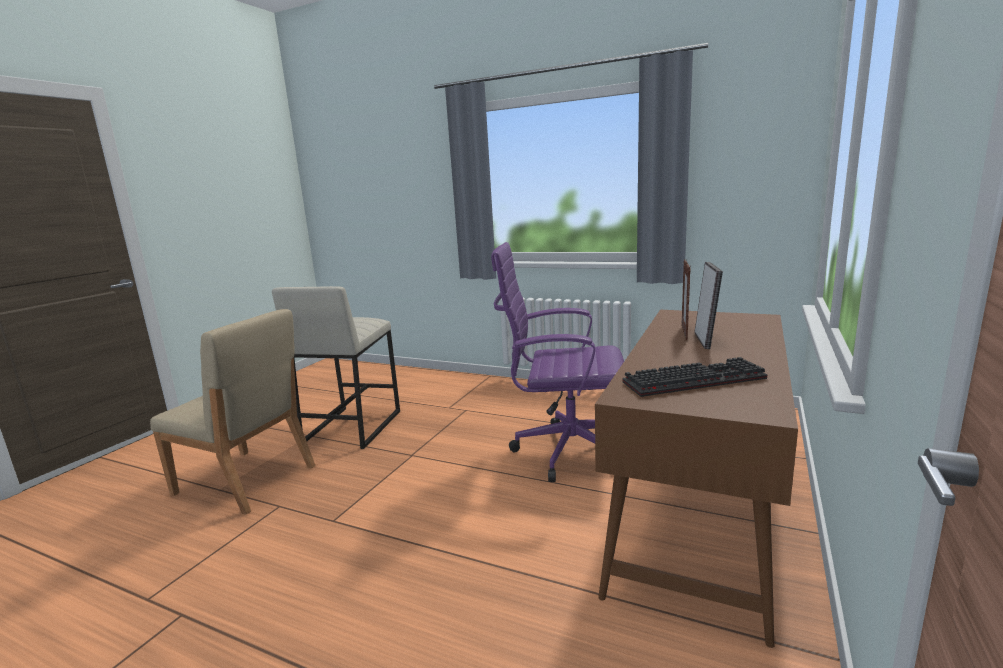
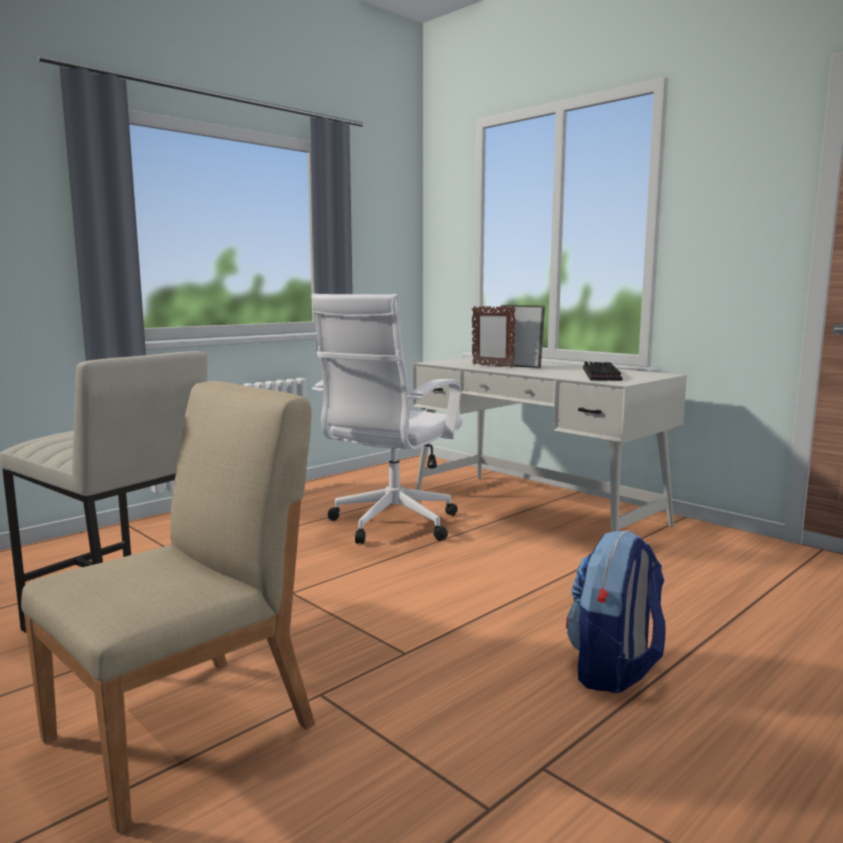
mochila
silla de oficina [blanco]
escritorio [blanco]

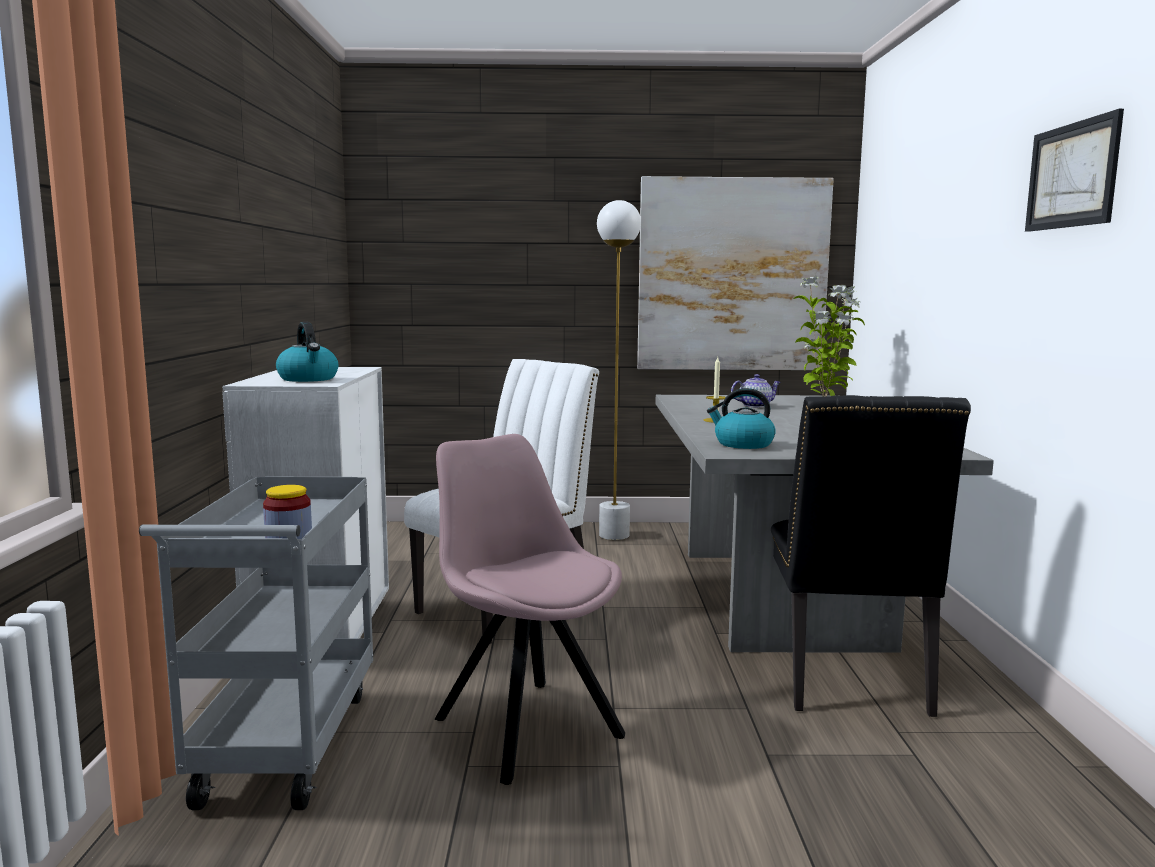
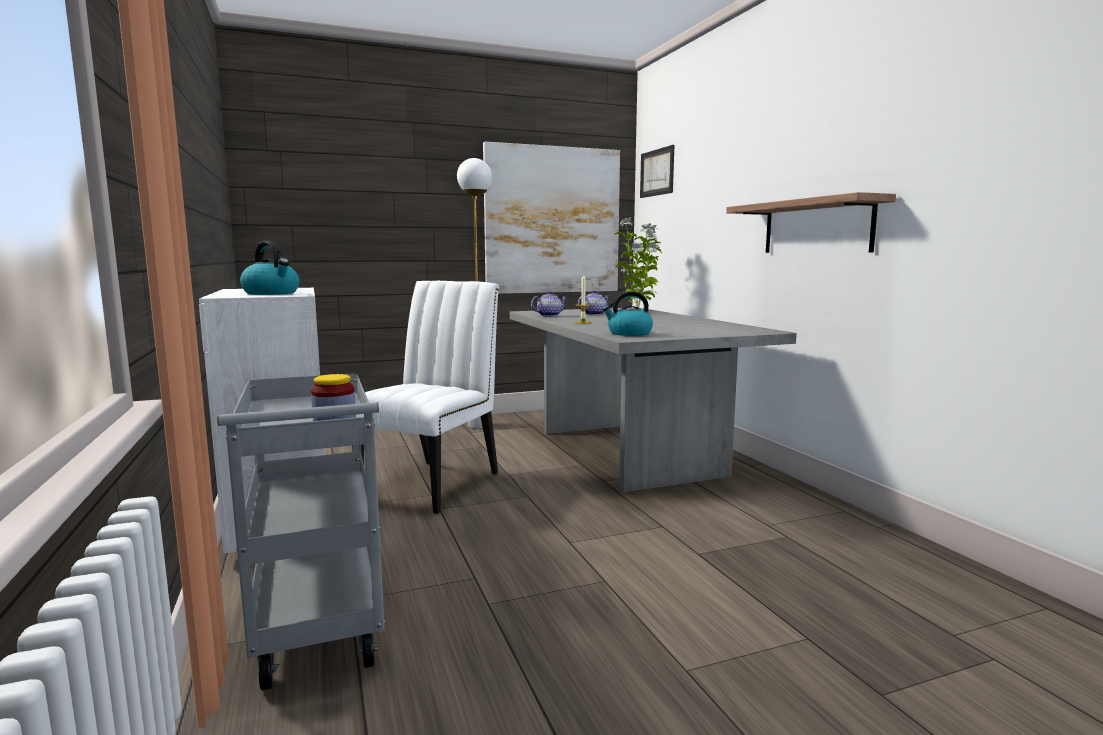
silla [rosa]
silla [negro]
tetera (1st from left)
estante
cuadro (2nd from left)

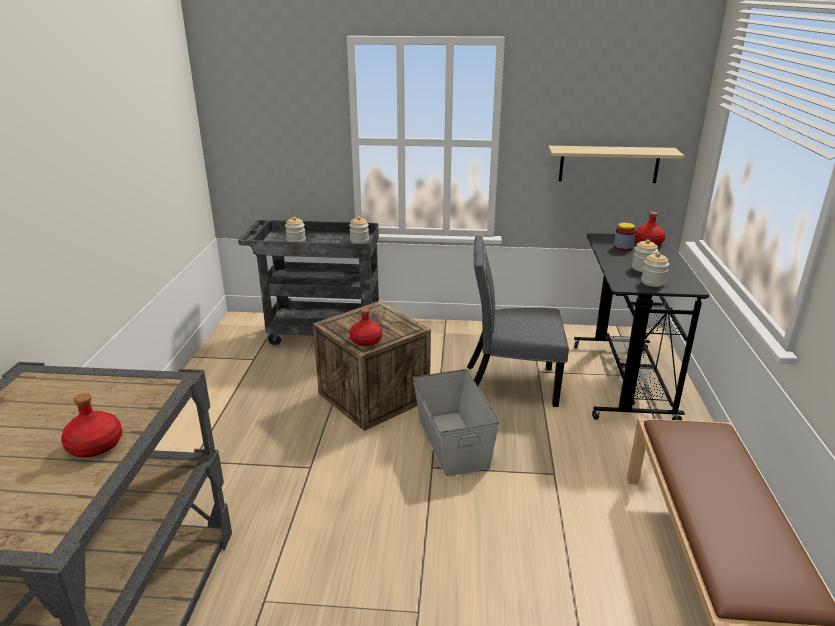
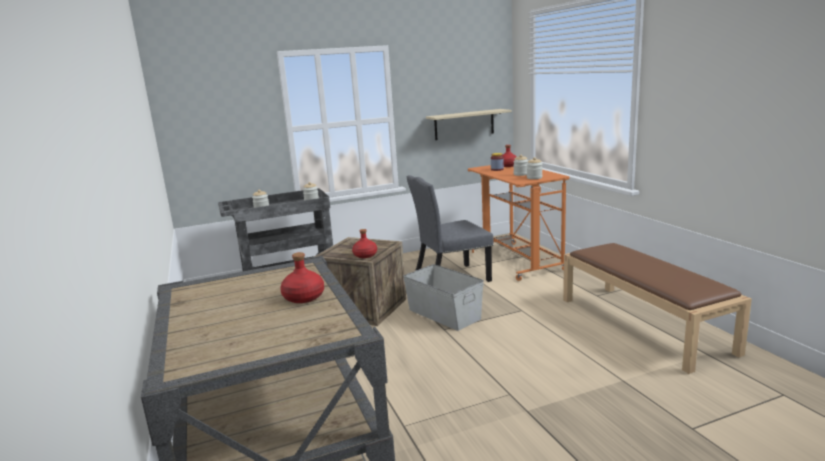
escritorio [naranja]

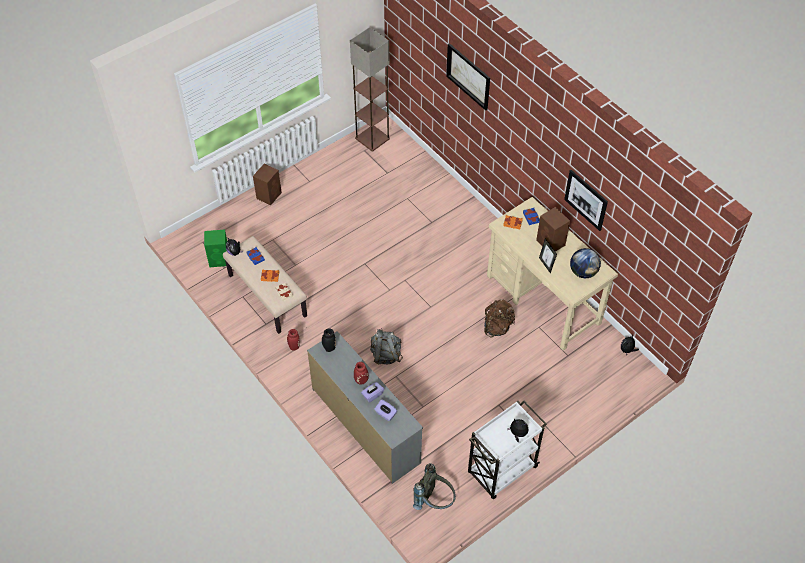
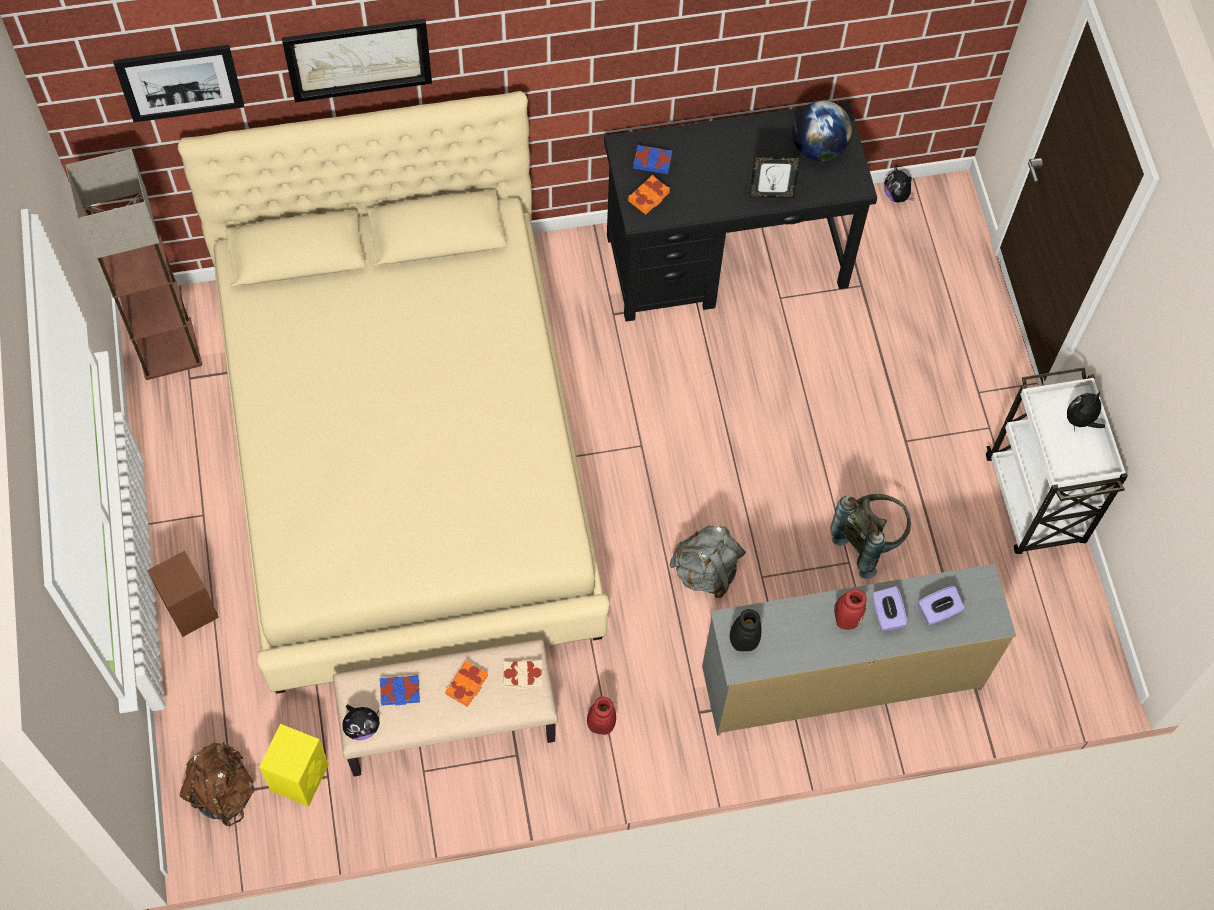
altavoz [marrón] (2nd from left in the first image)
cama [beis]
mochila [gris] (2nd from left)
mochila [marrón]
cuadro (1st from left)
altavoz [amarillo]
escritorio [negro]

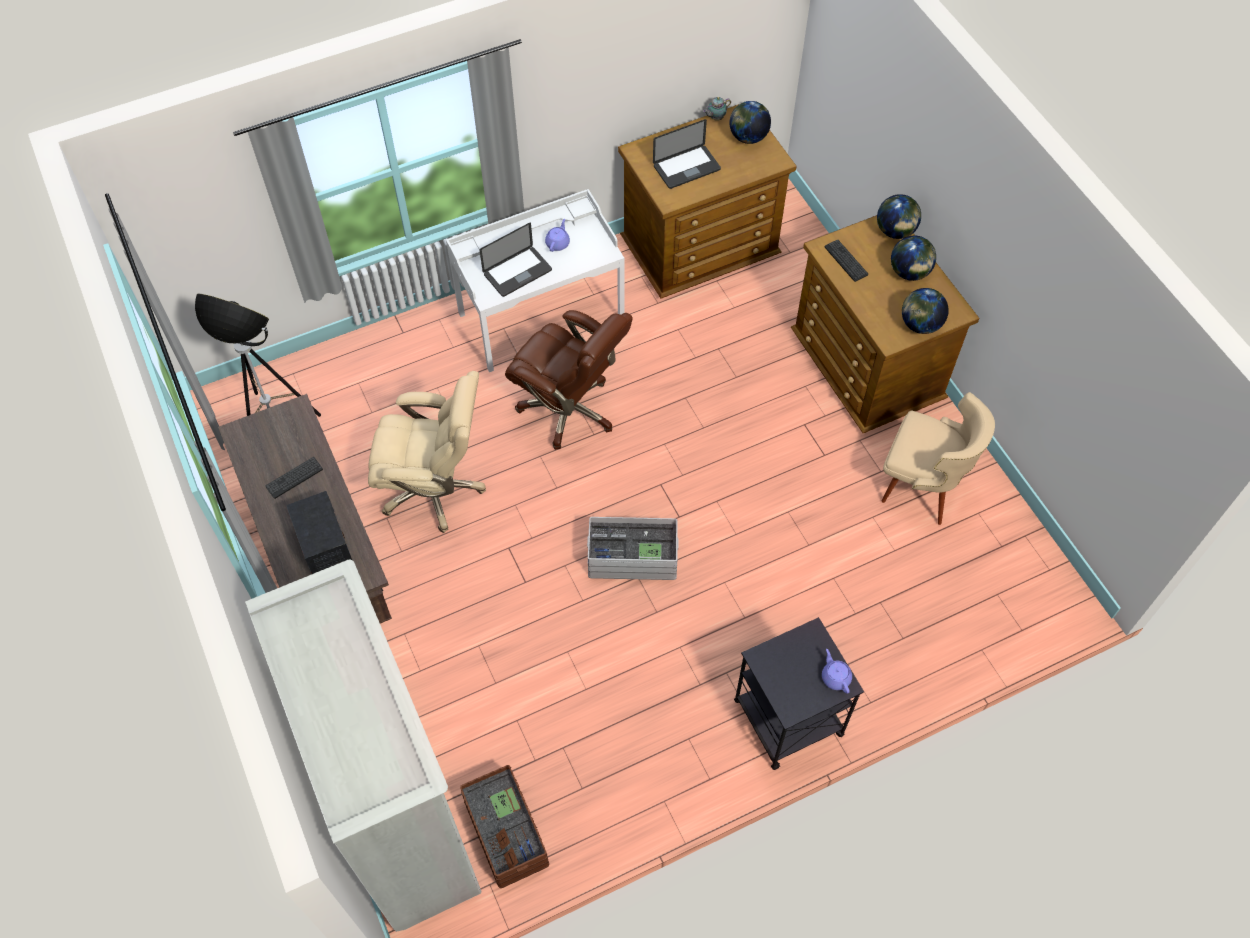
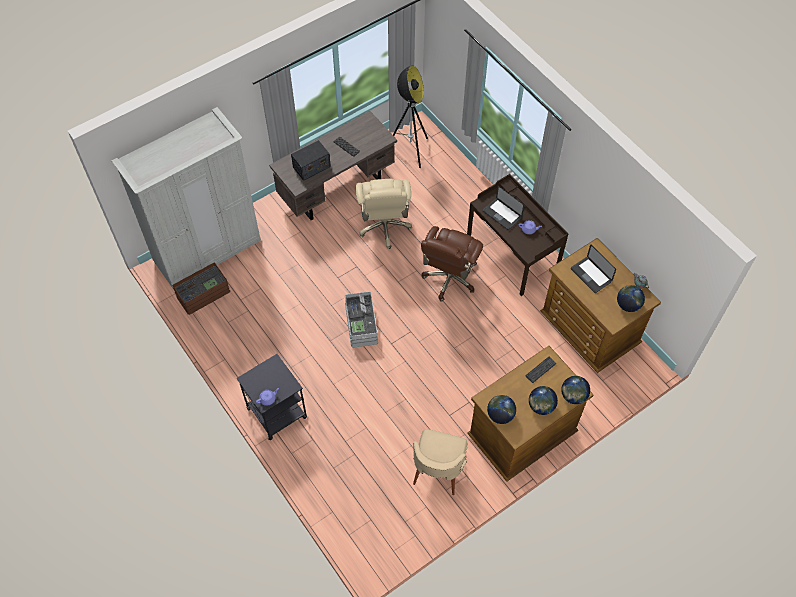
escritorio [marrón] (2nd from left)

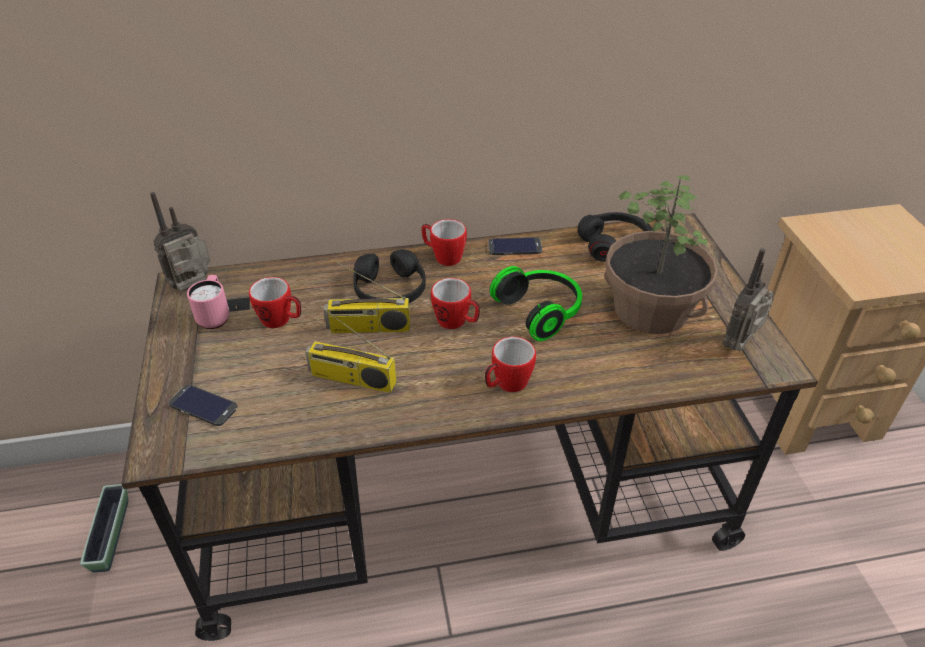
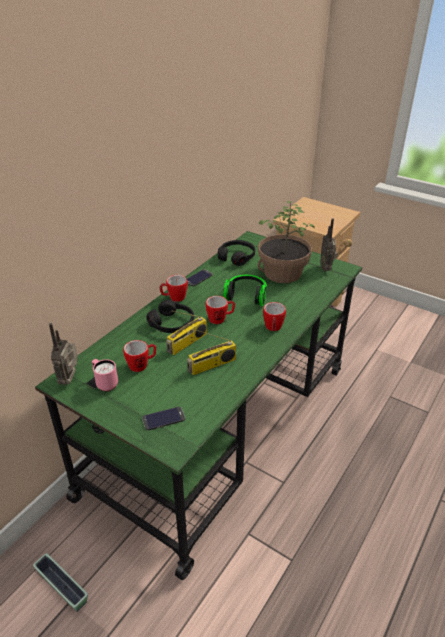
escritorio [verde]

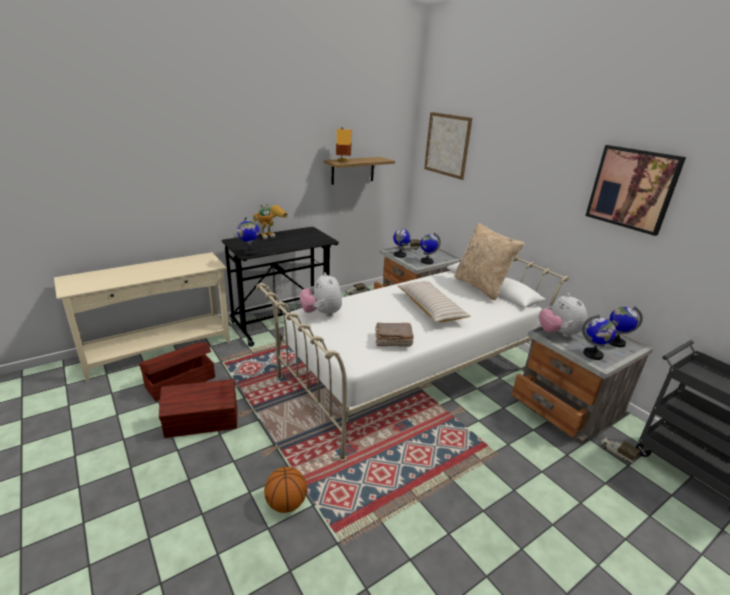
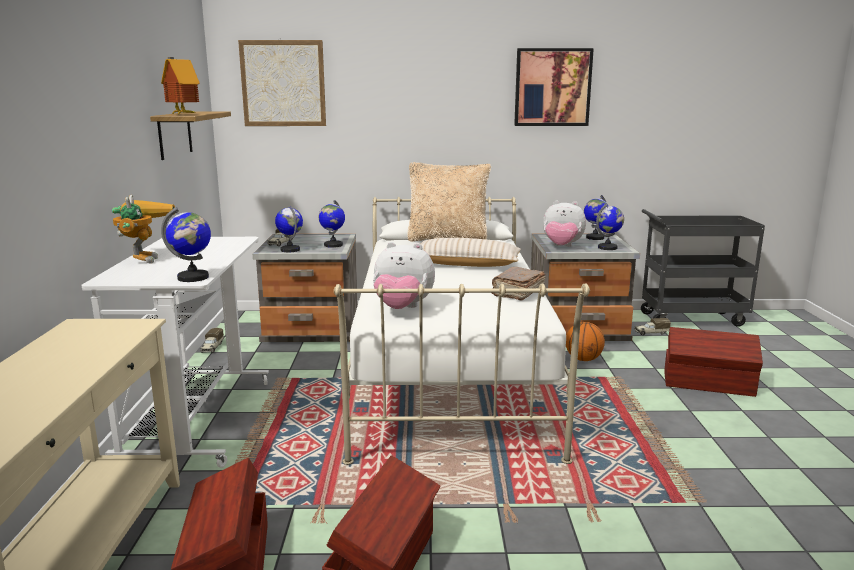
caja de almacenaje [marrón] (3rd from left)
balón de baloncesto
escritorio [blanco]

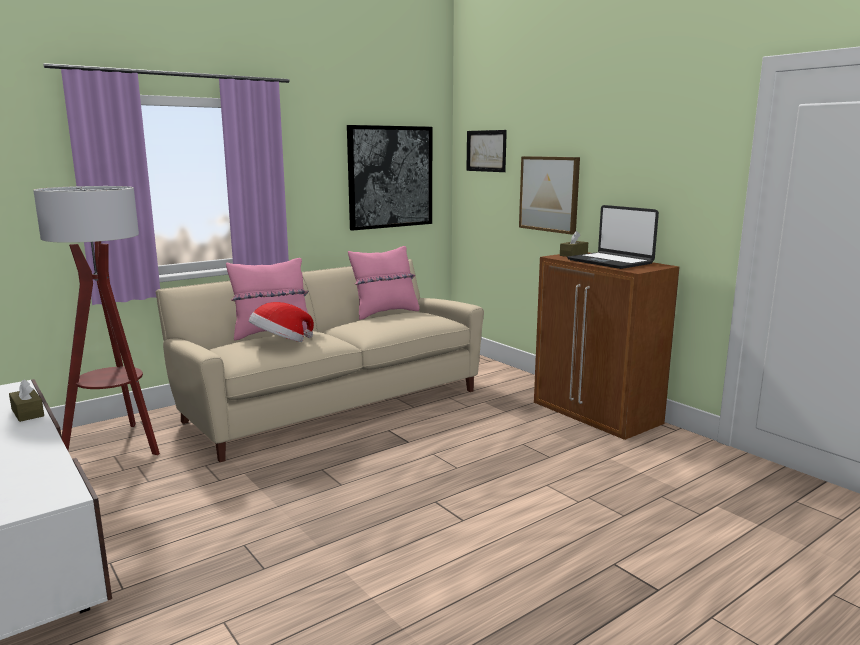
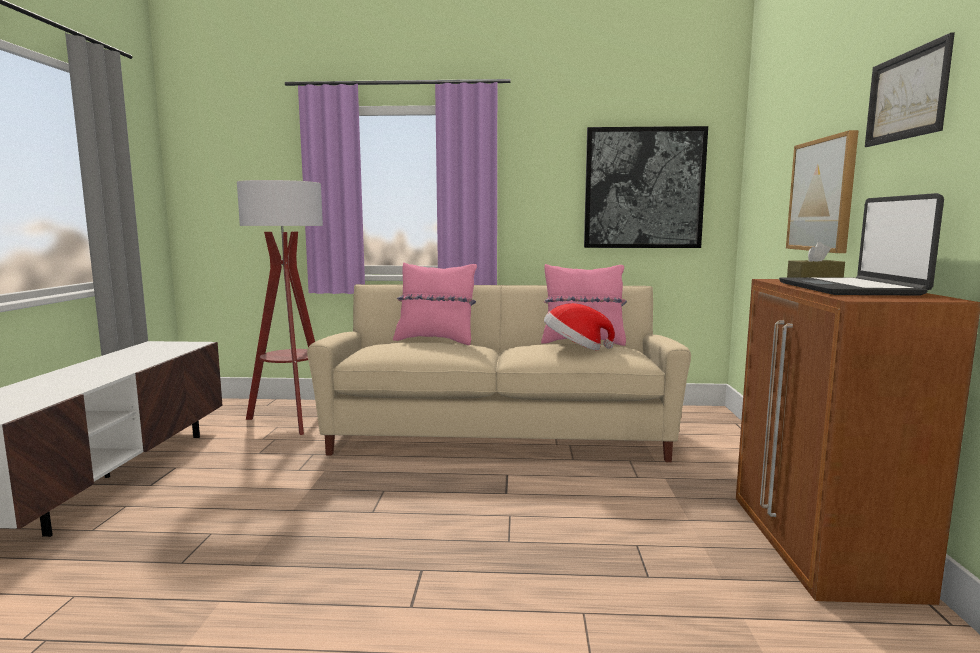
caja de pañuelos [marrón] (1st from left in the first image)
sombrero
cuadro (3rd from left)

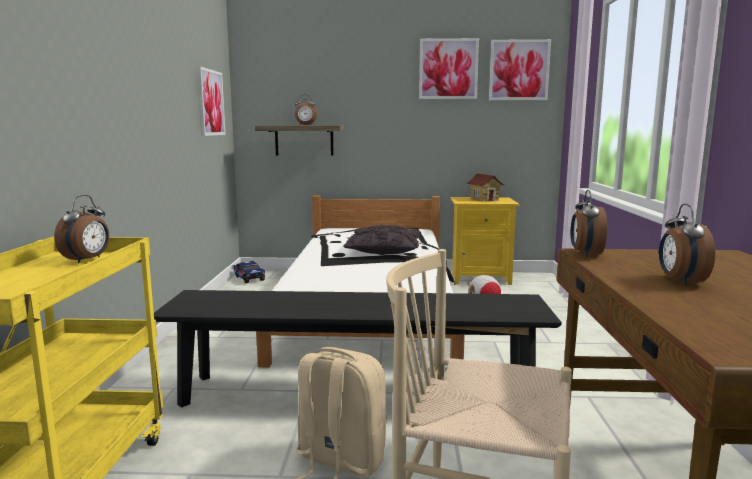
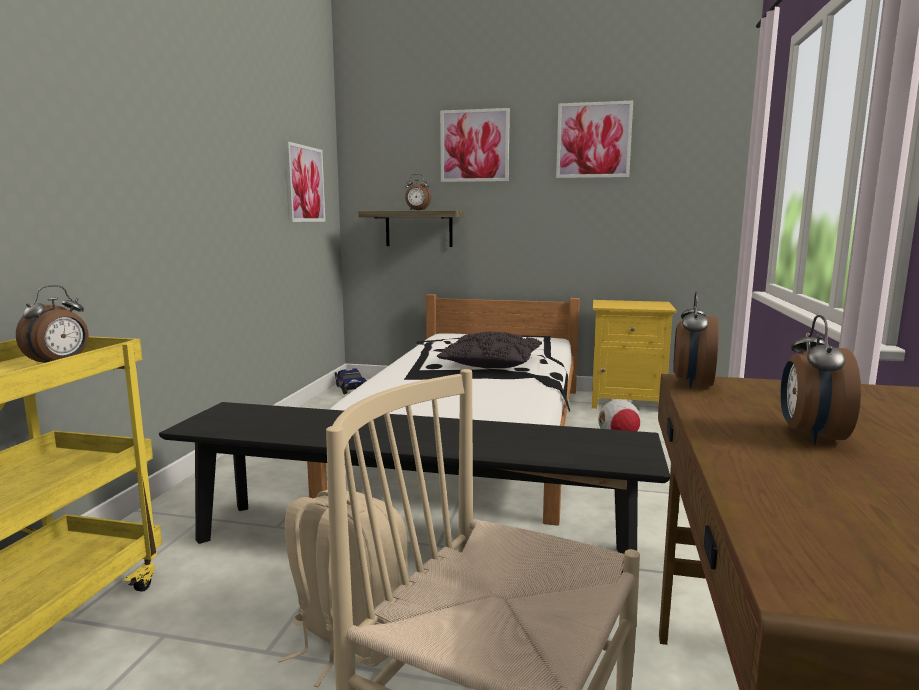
casita
cuadro (2nd from left)

